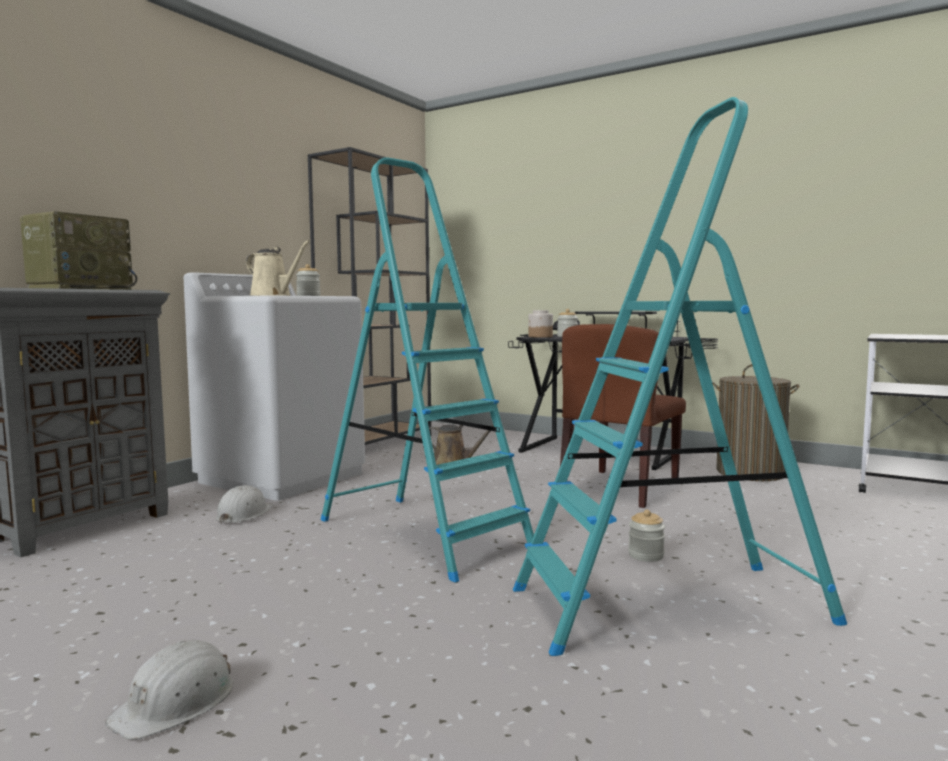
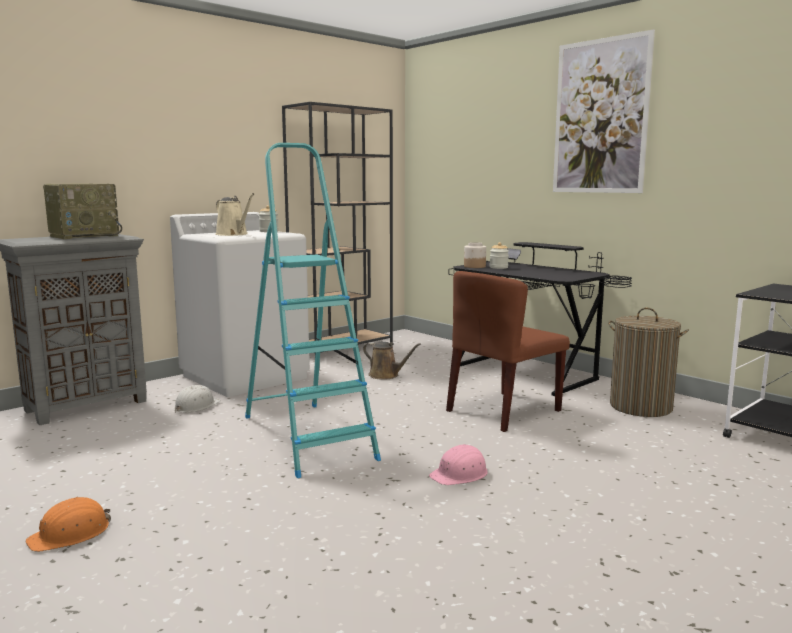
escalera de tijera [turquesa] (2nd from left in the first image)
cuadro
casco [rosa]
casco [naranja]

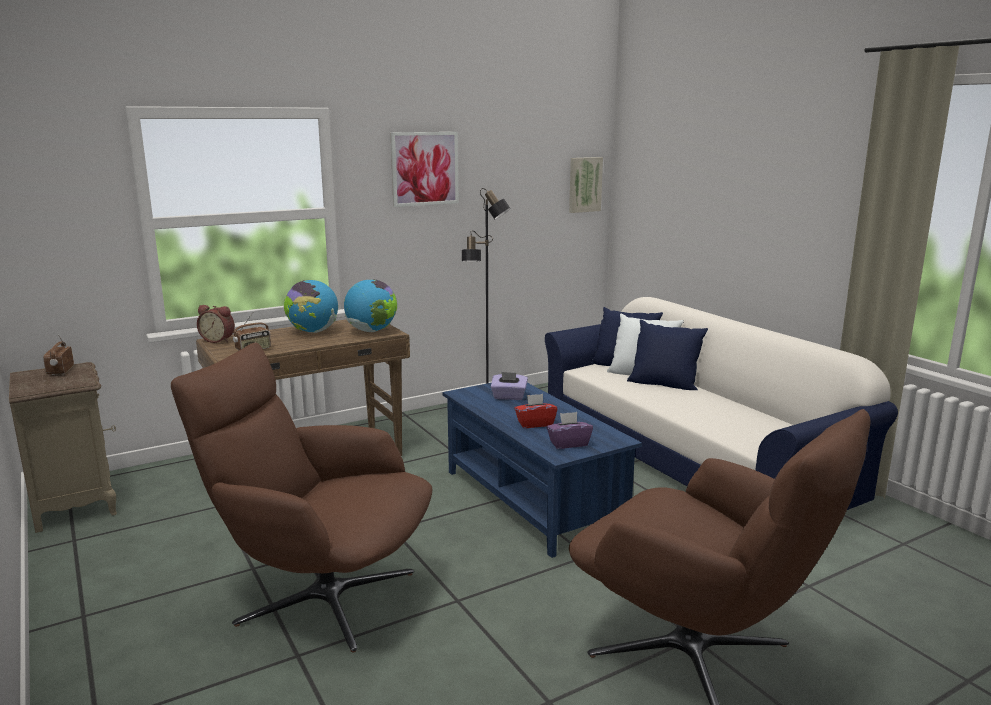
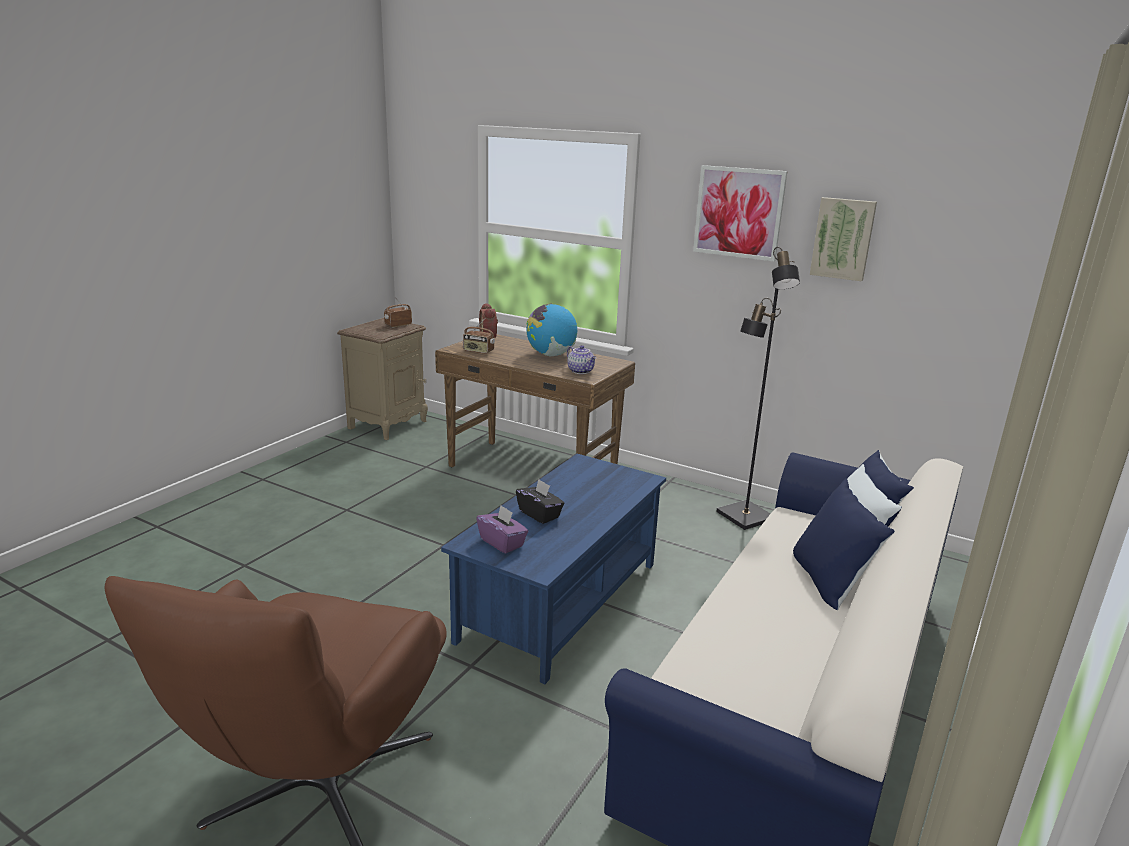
sillón [marrón] (1st from left in the first image)
caja de pañuelos [morado] (1st from left in the first image)
cuadro (2nd from left)
tetera
caja de pañuelos [negro]

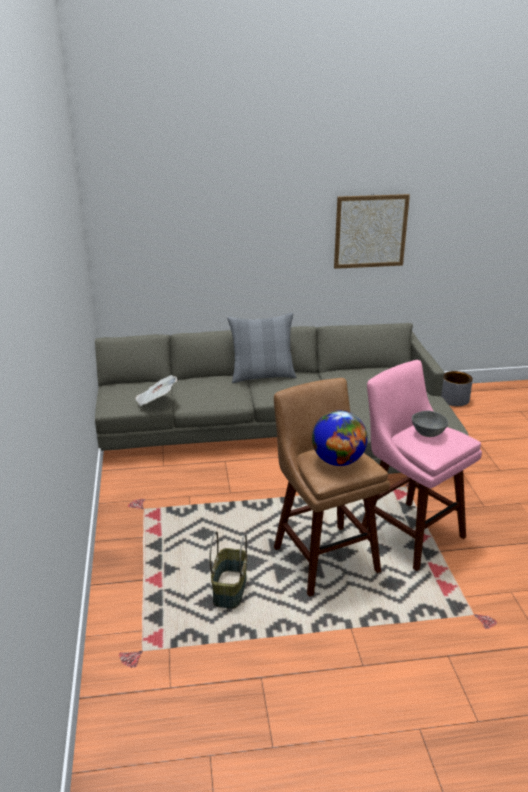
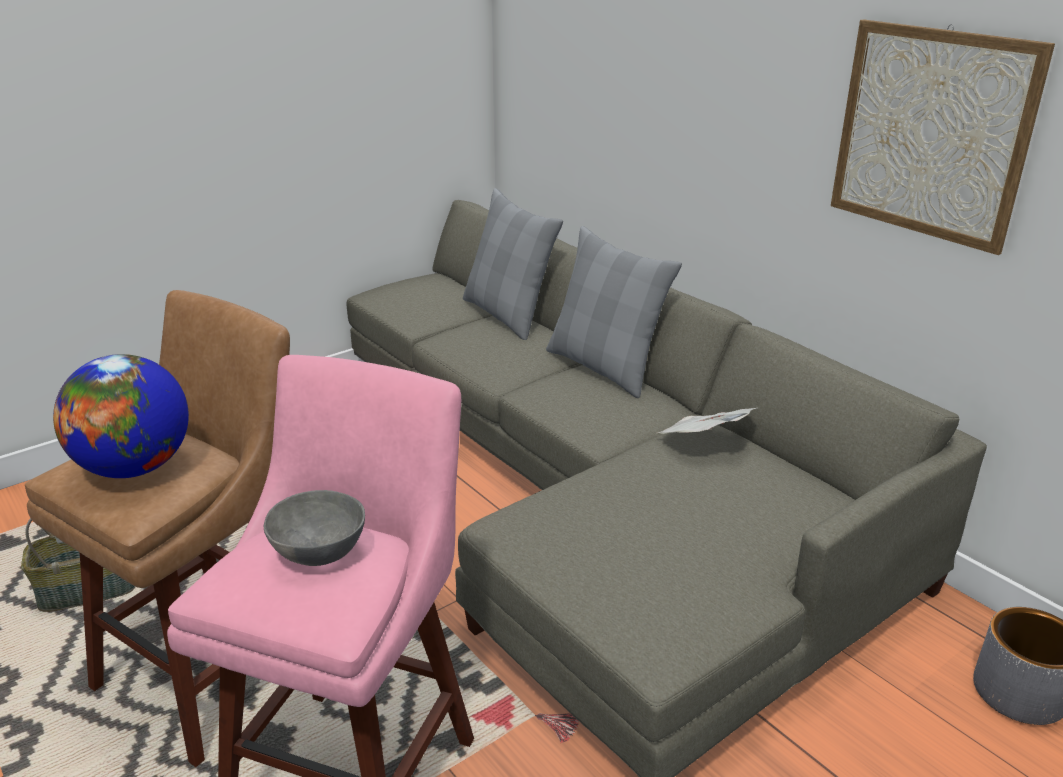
cojín [gris] (1st from left)
periódico

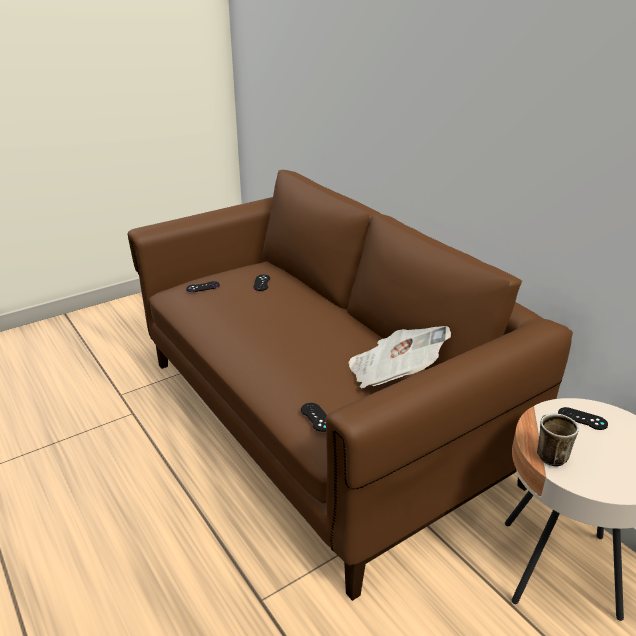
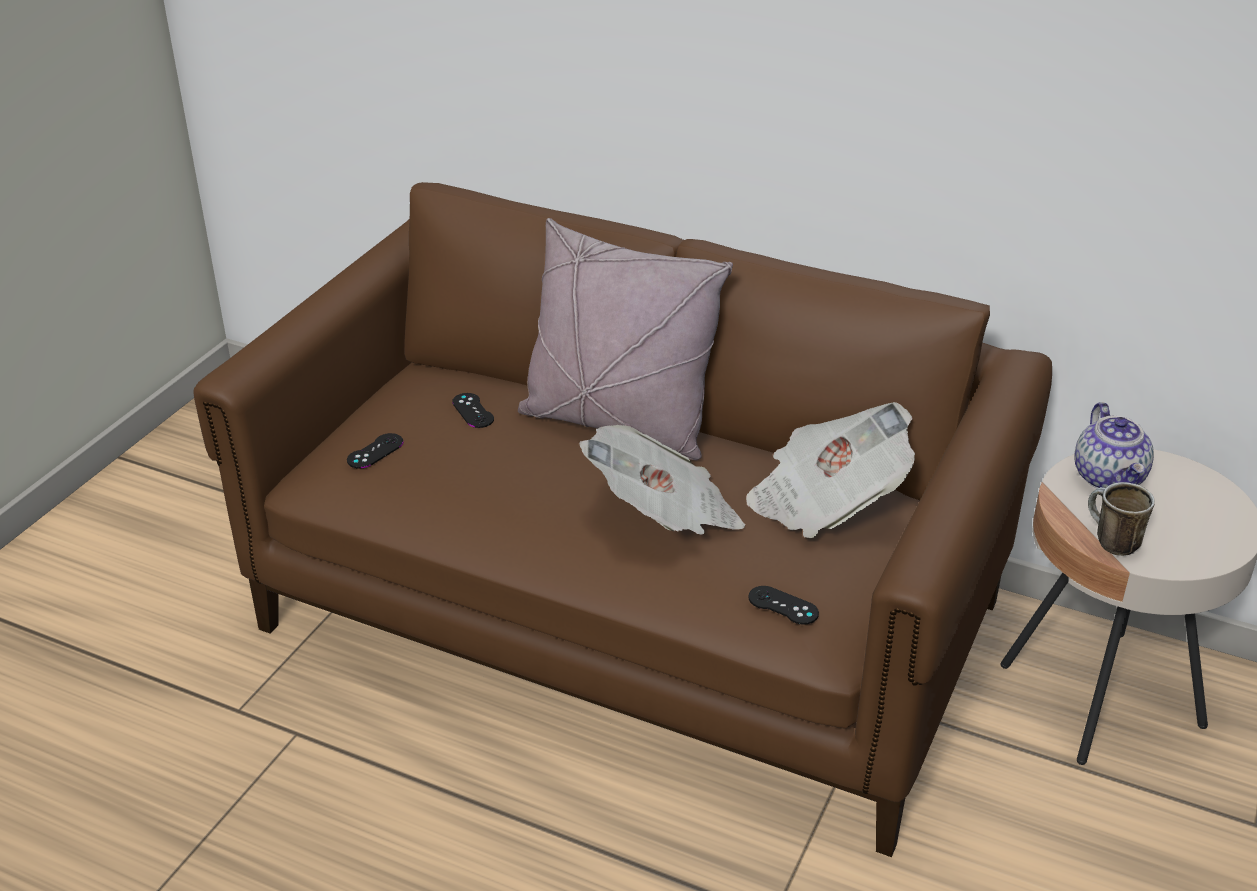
cojín [morado]
periódico (1st from left)
tetera

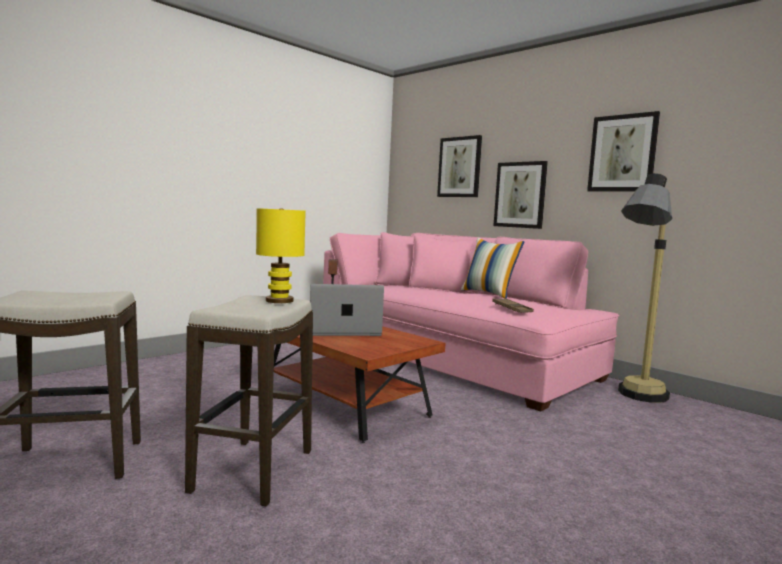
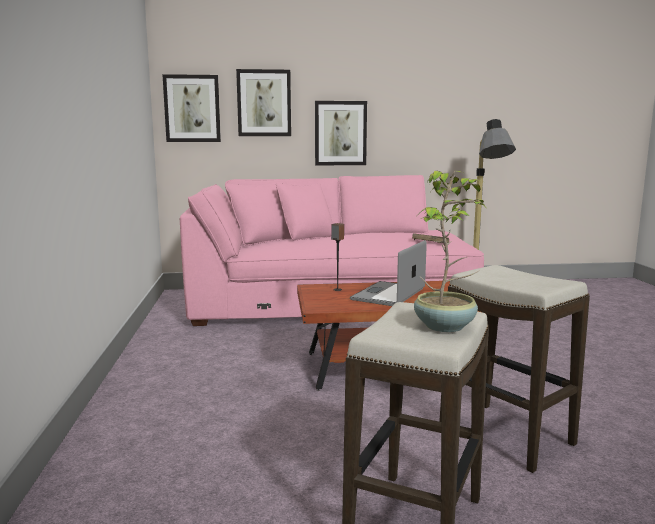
lámpara de mesa [amarillo]
cojín
planta en maceta
cuadro (1st from left)

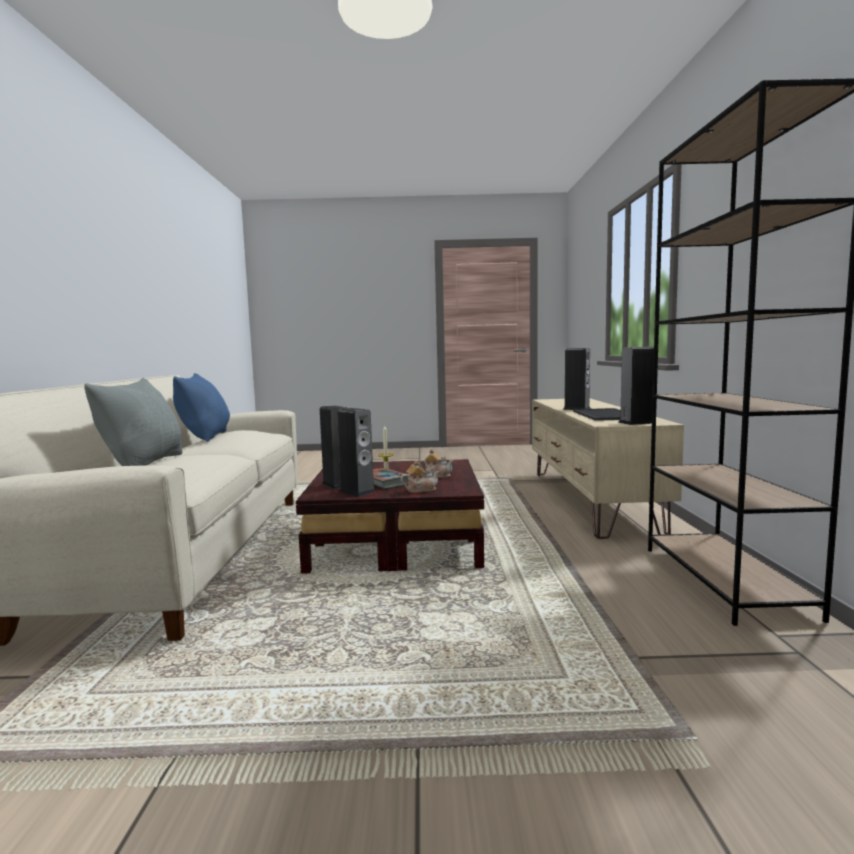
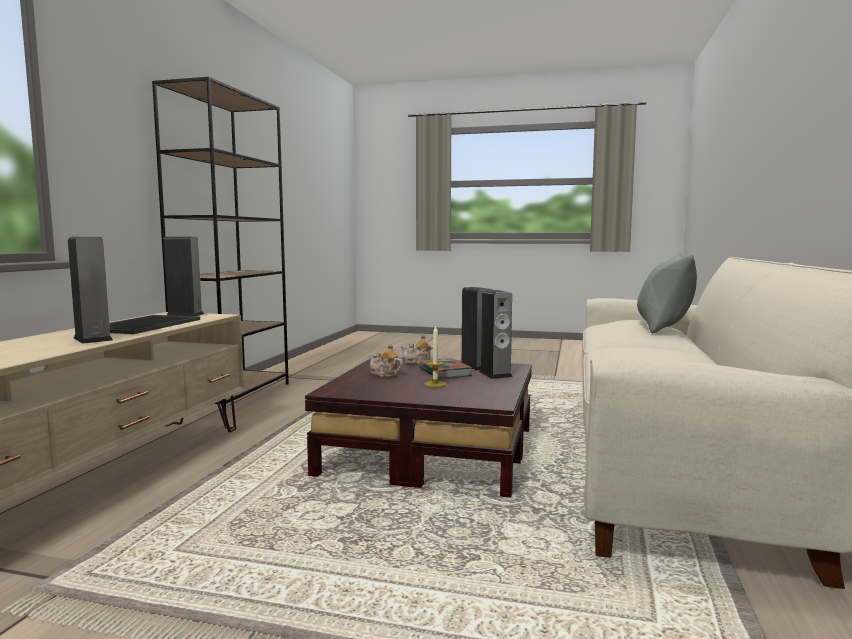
cojín [azul]

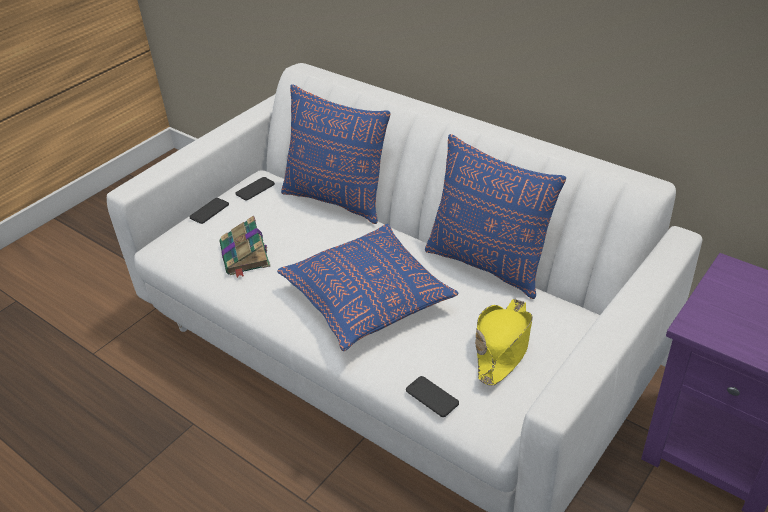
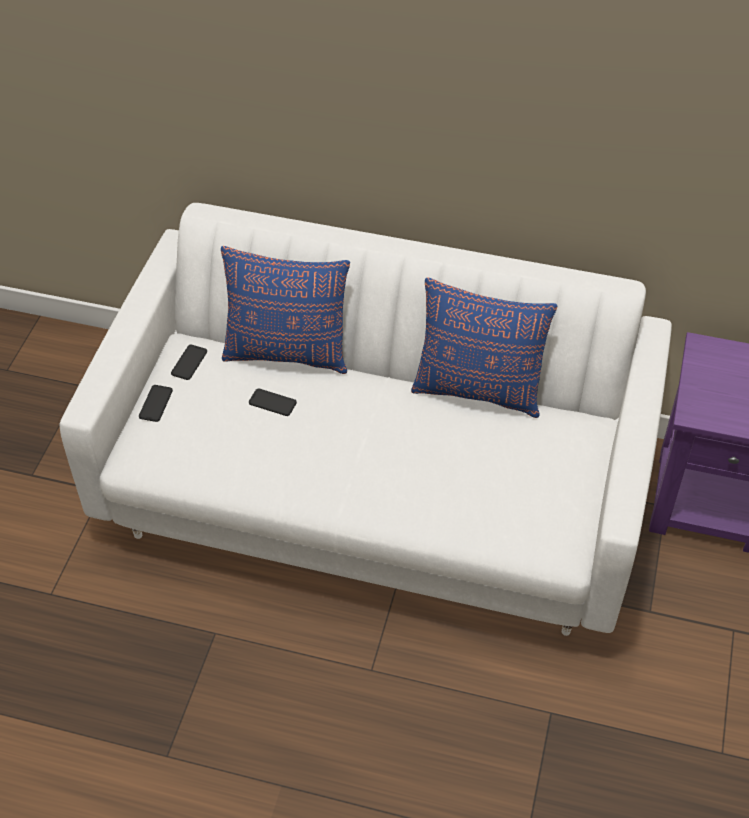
libro
cojín [azul] (2nd from left in the first image)
sombrero [amarillo]
móvil (3rd from left)

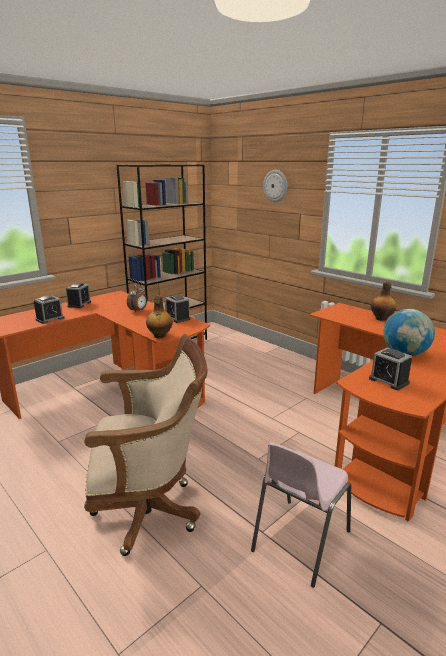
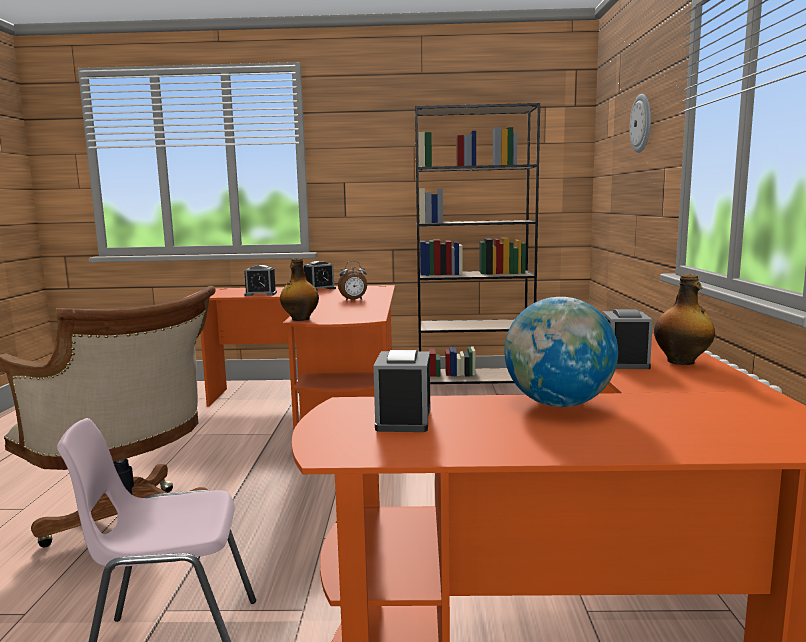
despertador (5th from left)

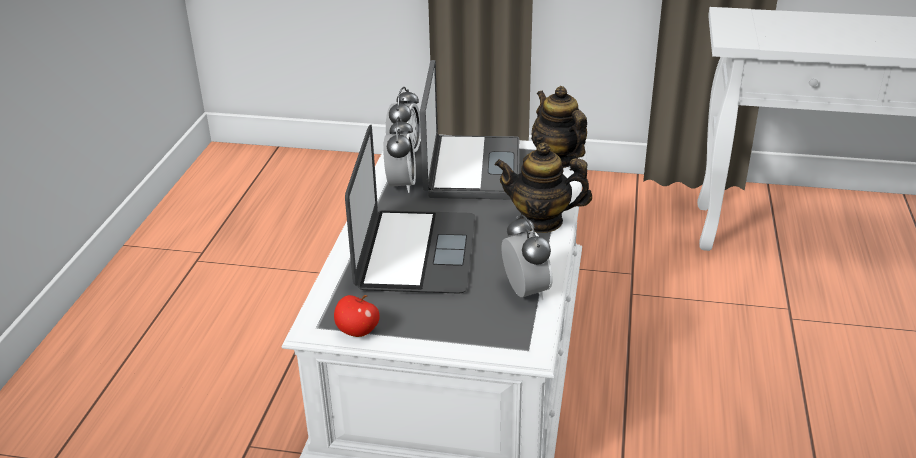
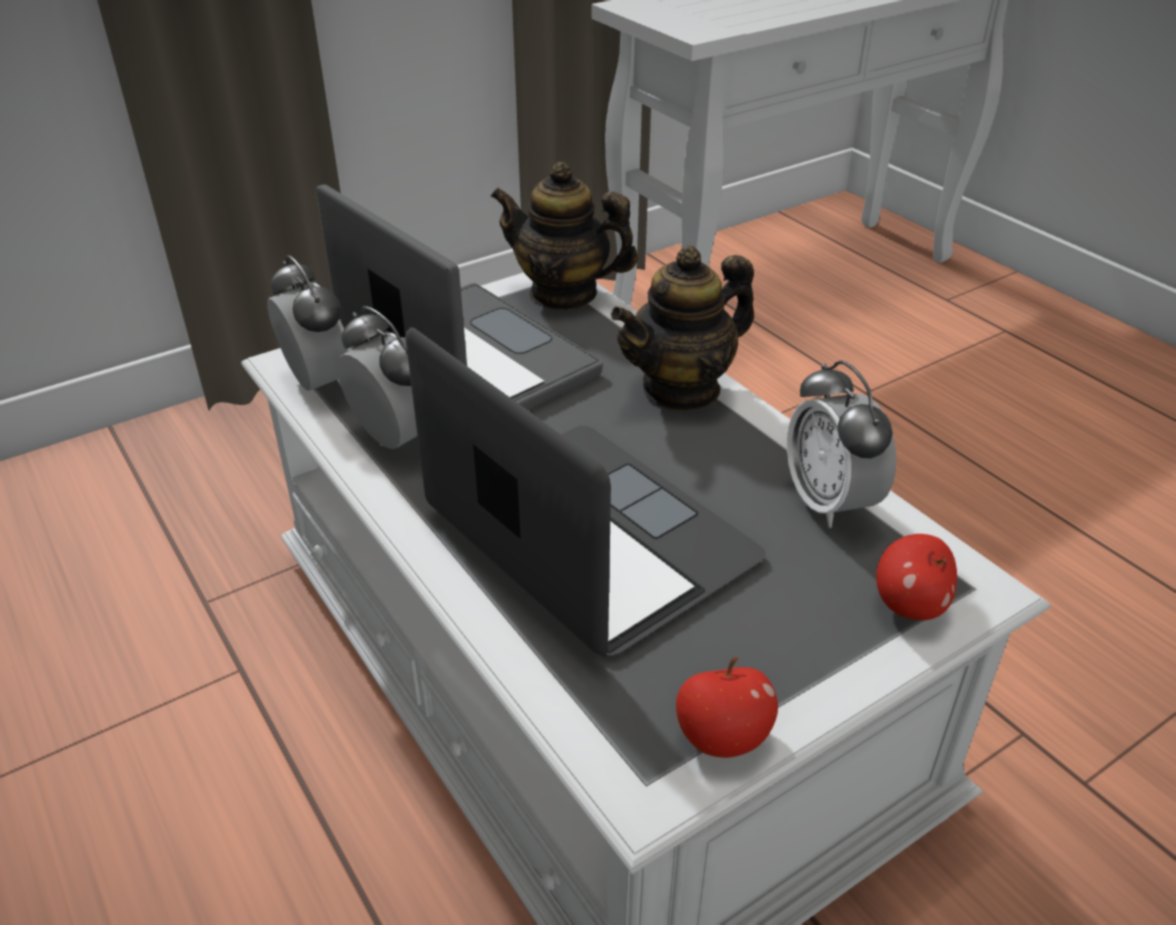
manzana (2nd from left)
despertador (3rd from left)

